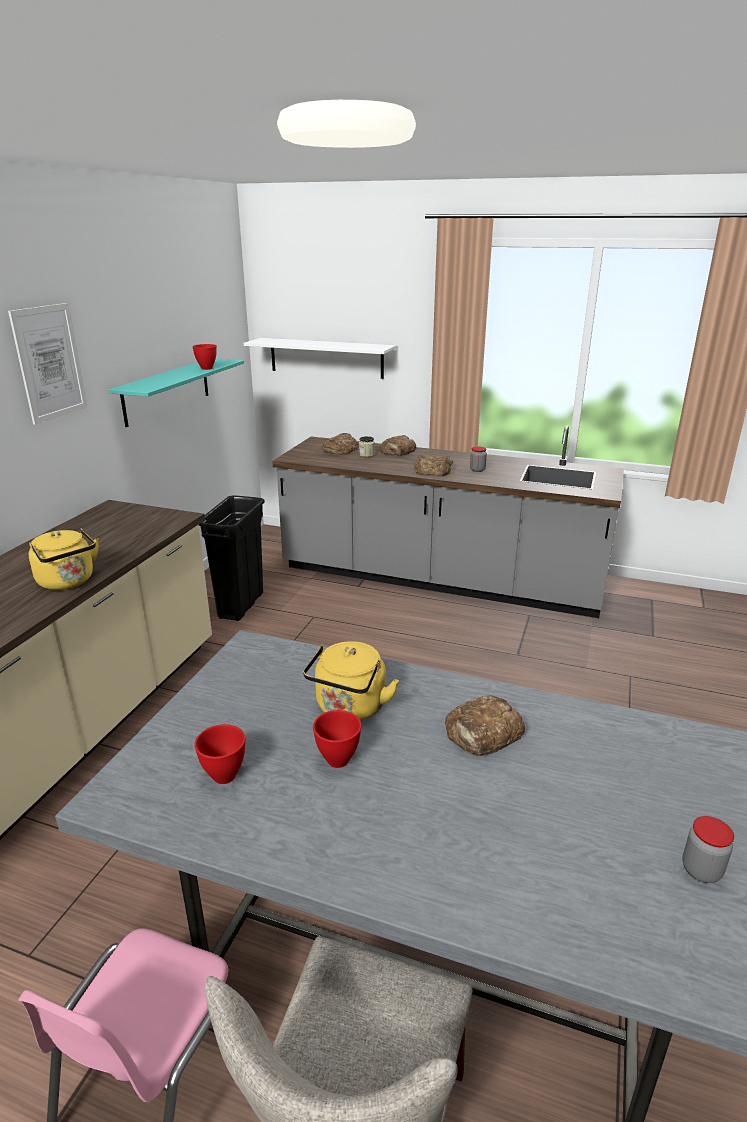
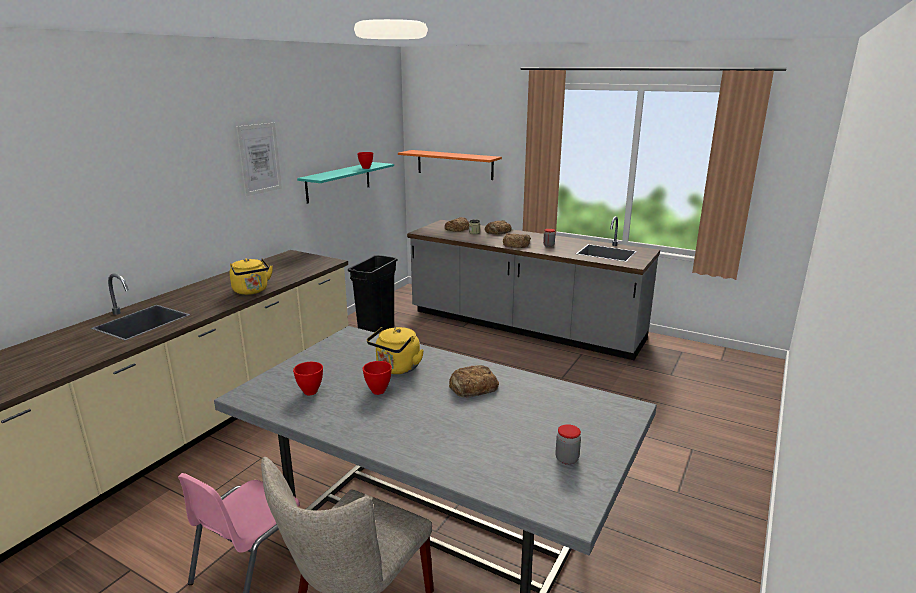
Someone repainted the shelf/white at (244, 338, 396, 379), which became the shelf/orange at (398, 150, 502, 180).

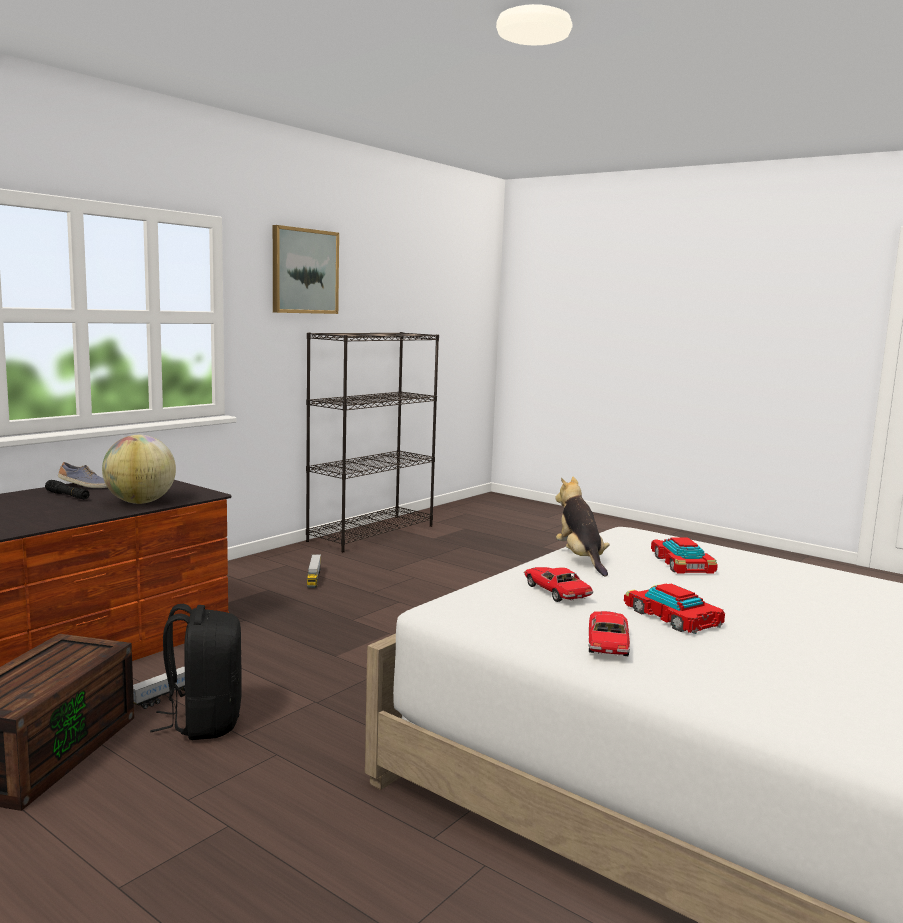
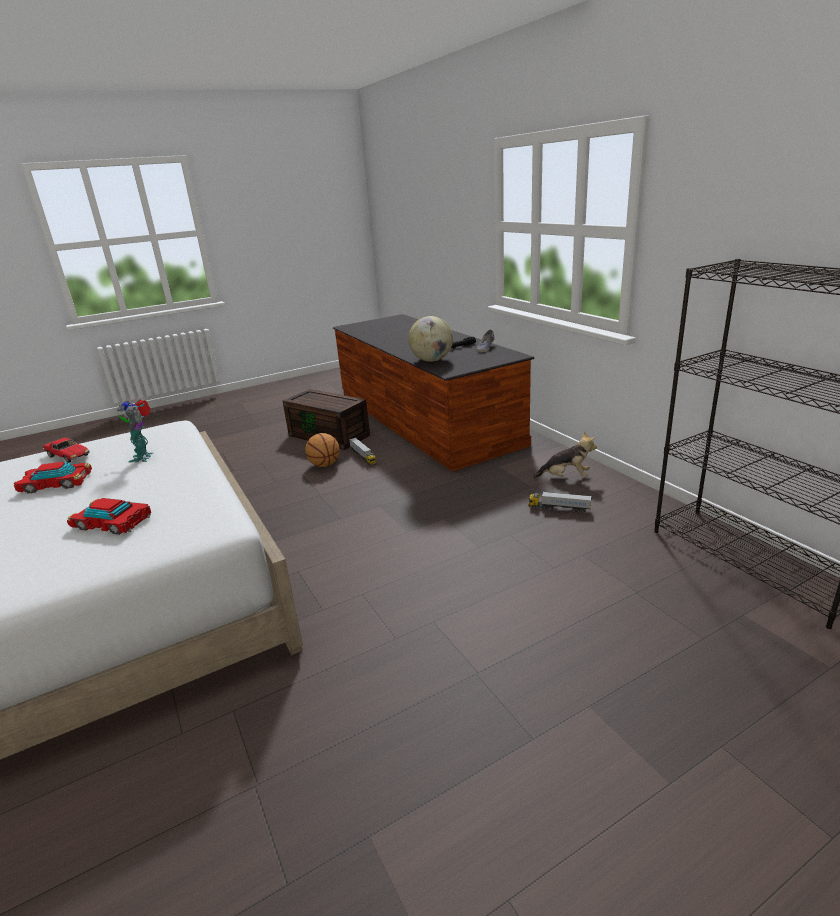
Someone swapped the toy car at (524, 567, 593, 602) for the robot figure at (117, 400, 153, 462). Someone swapped the rucksack/black at (150, 604, 242, 740) for the basketball ball at (305, 433, 340, 467). Someone carried the plush toy from (555, 476, 609, 577) to (533, 431, 597, 478). Someone took away the wall art at (273, 225, 339, 314).

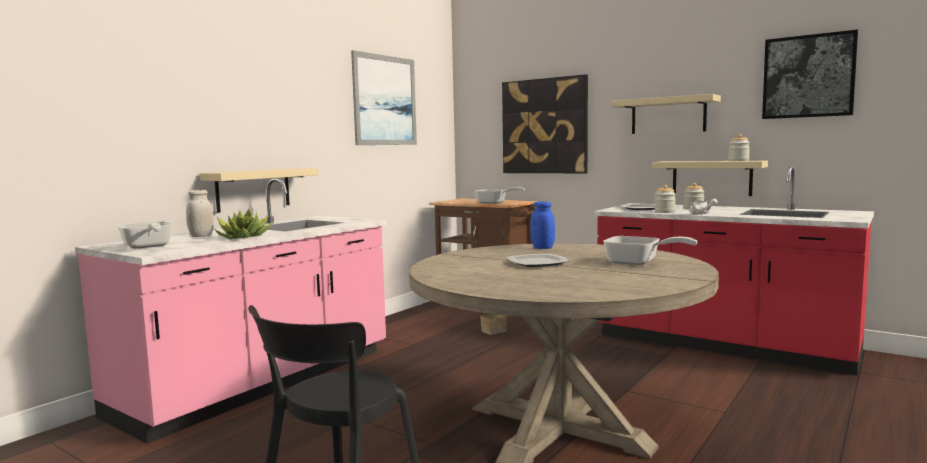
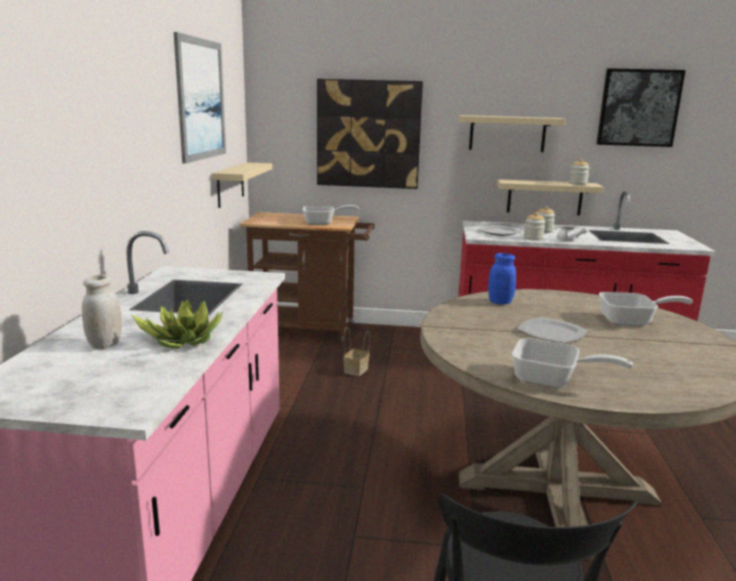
Someone carried the shelf/beige-coloured from (200, 169, 318, 213) to (212, 162, 272, 208). Someone carried the pan from (117, 221, 173, 249) to (512, 338, 633, 388).

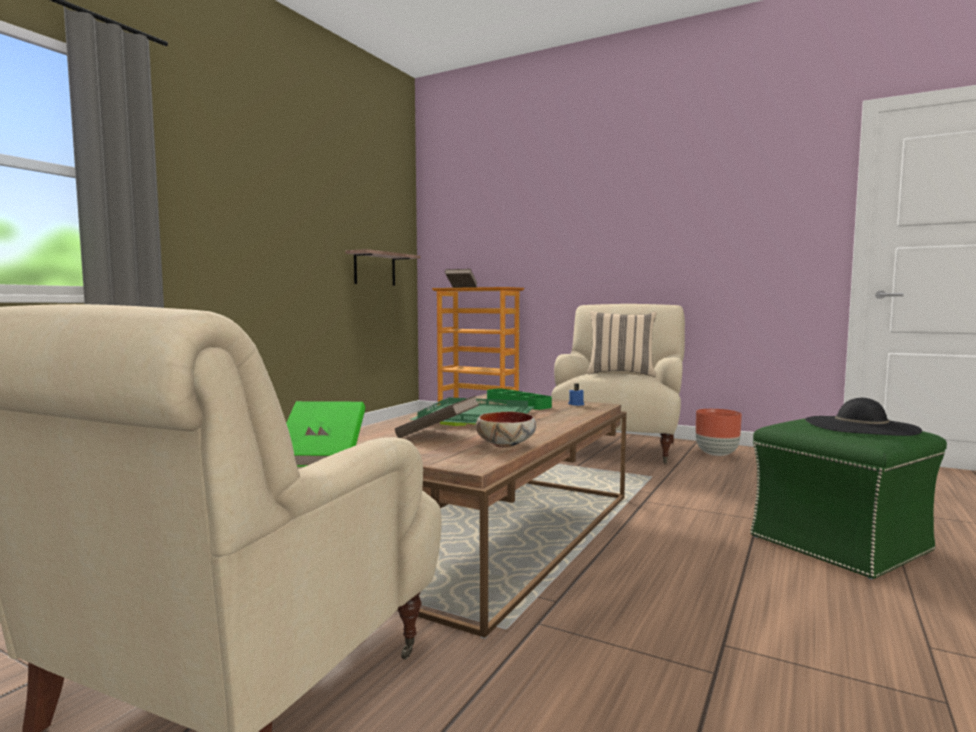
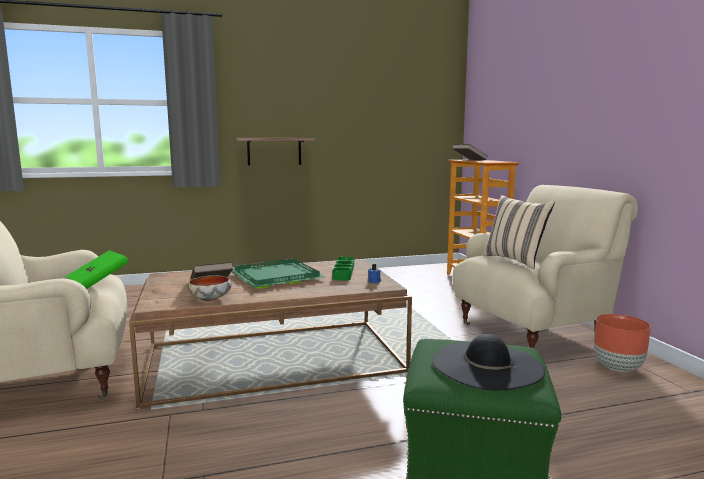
Someone carried the shelf from (345, 249, 420, 286) to (236, 138, 315, 166).

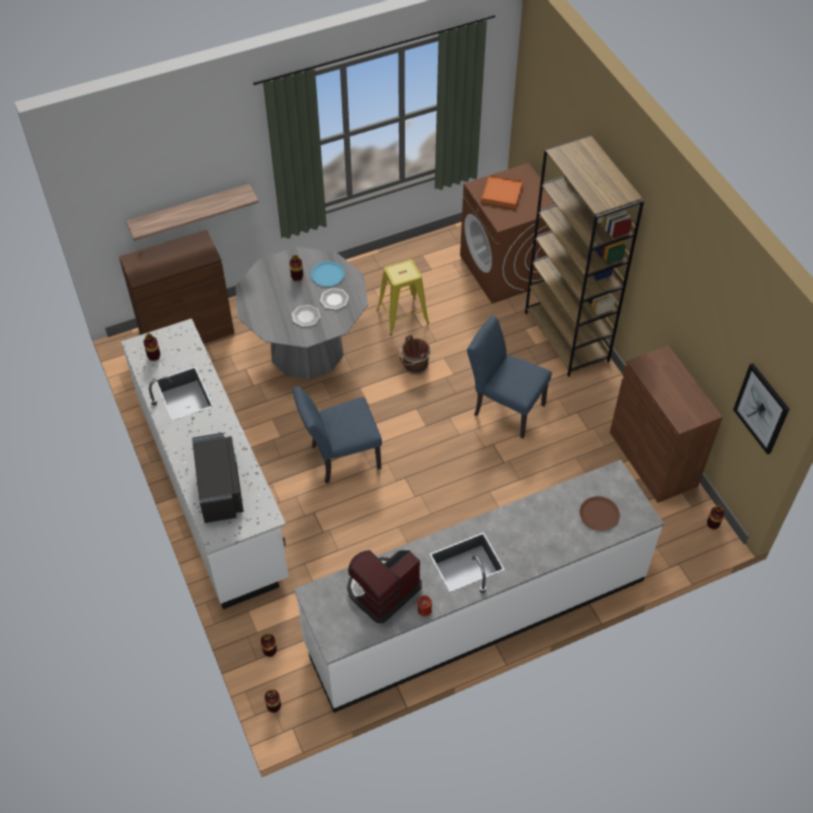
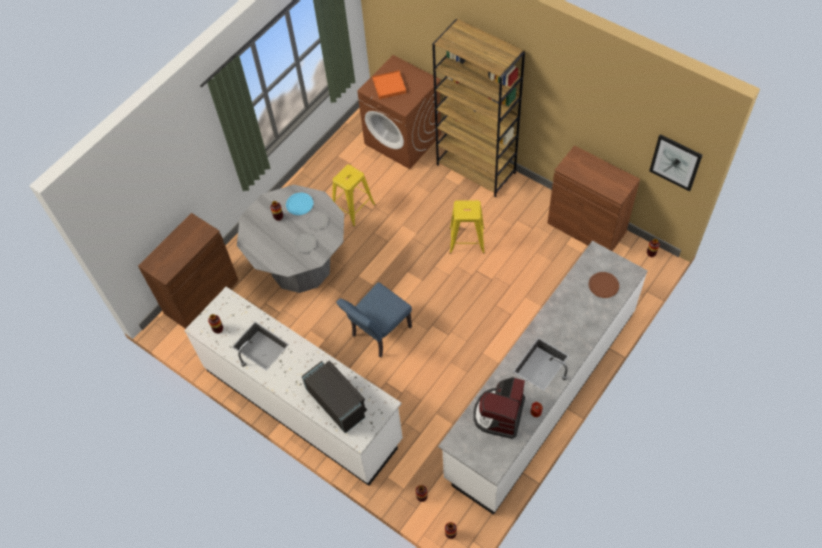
Someone swapped the chair/blue at (467, 316, 552, 439) for the stool seat/yellowish at (450, 200, 485, 254). Someone took away the shelf at (126, 184, 259, 241). Someone took away the bucket/brown-coloured at (399, 335, 431, 375).

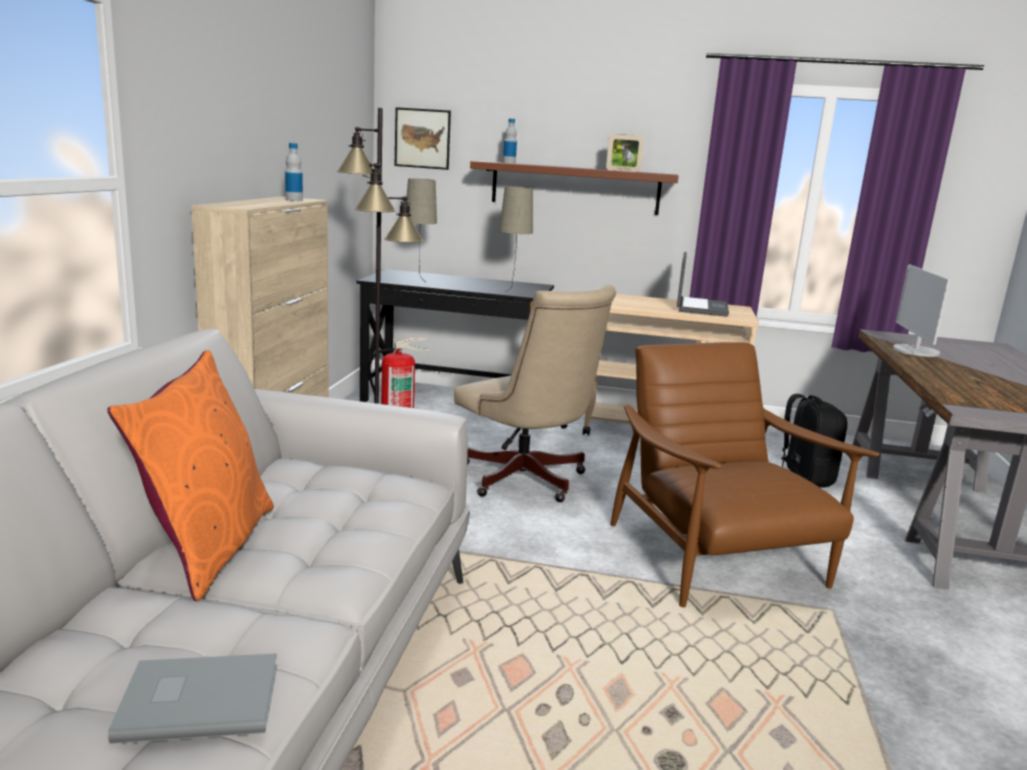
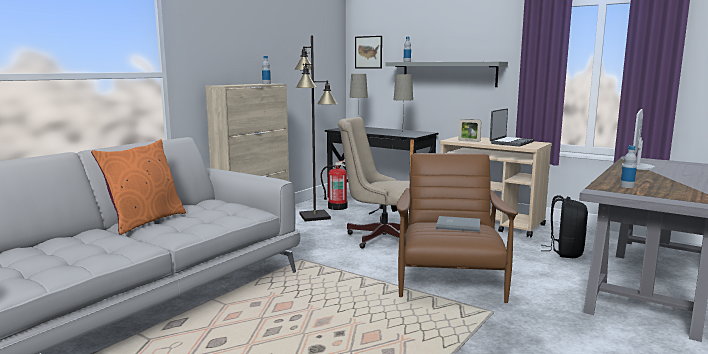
Someone rotated the office chair/beige-coloured at (454, 285, 616, 502) by 120 degrees clockwise. Someone repainted the shelf/brown-coloured at (470, 161, 679, 215), which became the shelf/grey at (385, 62, 508, 87). Someone carried the bound book/grey from (108, 653, 277, 744) to (436, 216, 480, 232). Someone carried the standing frame from (606, 134, 644, 172) to (458, 119, 481, 142). Someone put down the beverage bottle at (620, 145, 637, 188).

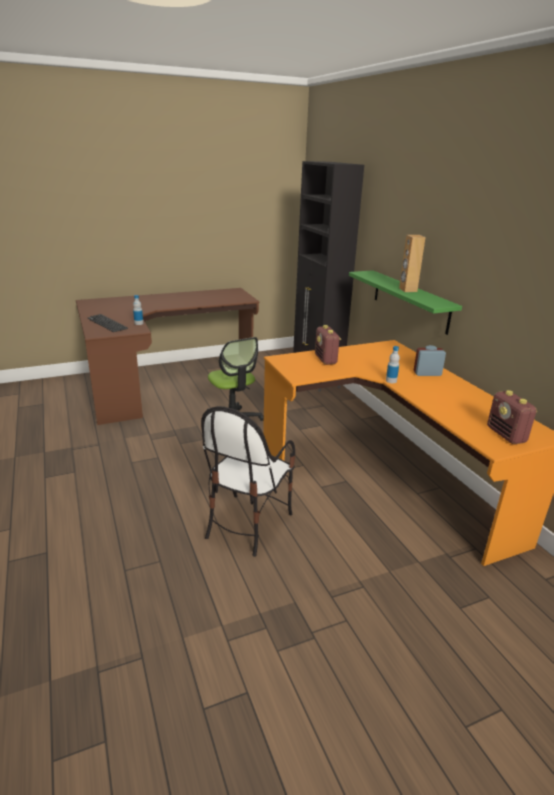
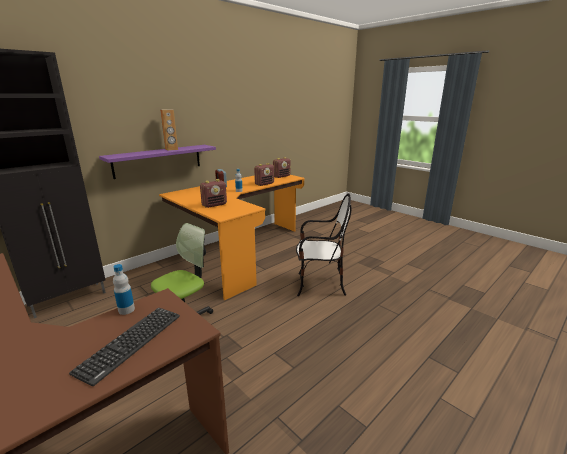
Someone repainted the shelf/greenish at (349, 270, 462, 335), which became the shelf/purple at (99, 145, 216, 179). Someone put down the radio receiver at (254, 163, 274, 186).

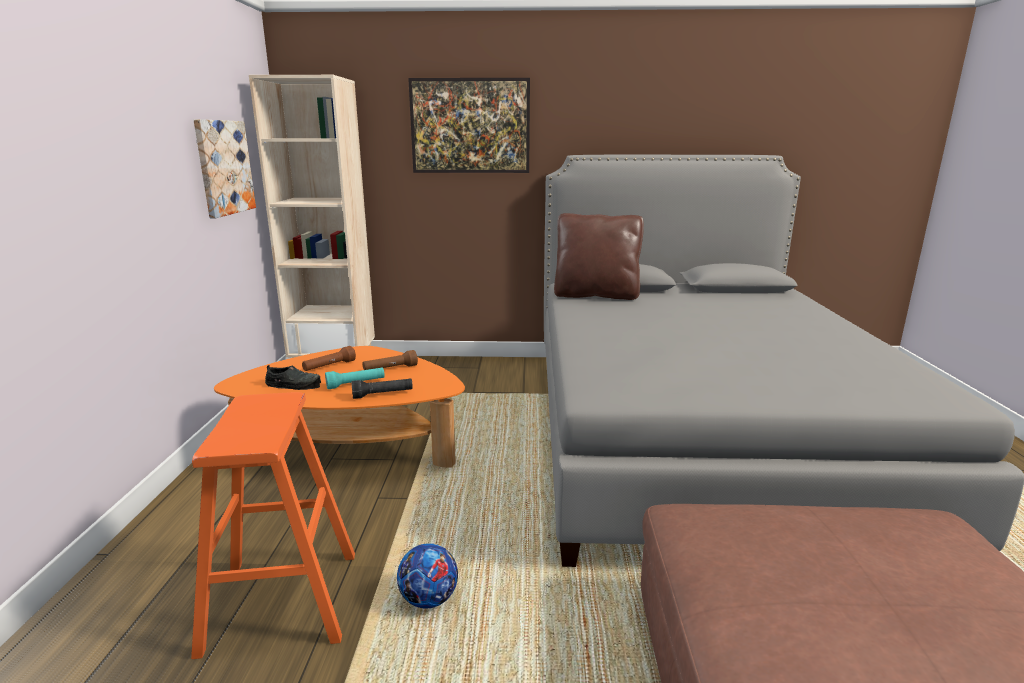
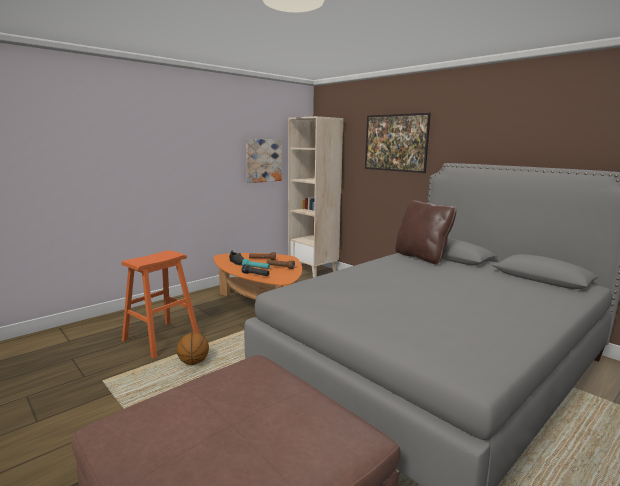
Someone swapped the football ball at (397, 543, 458, 608) for the basketball ball at (177, 333, 209, 365).

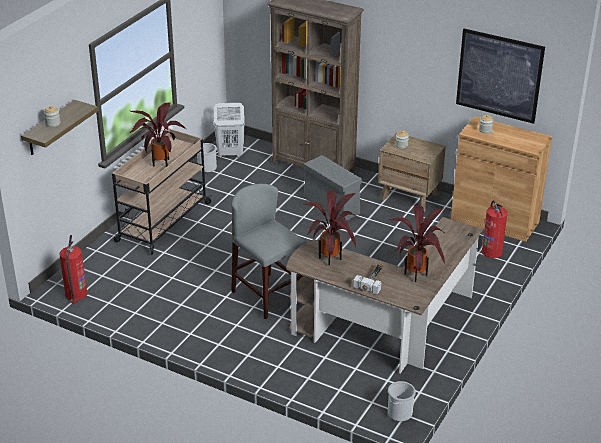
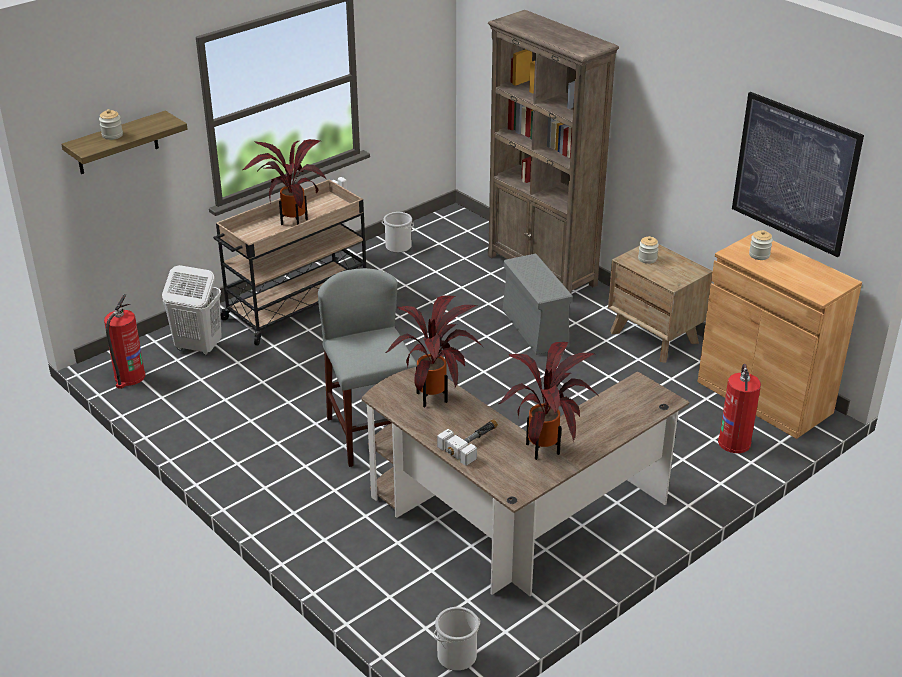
Someone carried the hamper/white from (214, 103, 245, 158) to (162, 265, 222, 355).

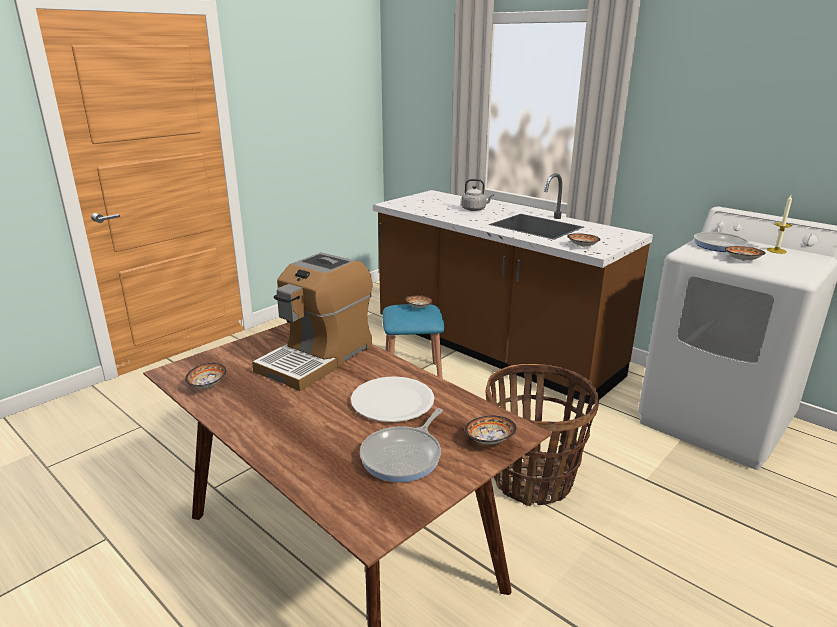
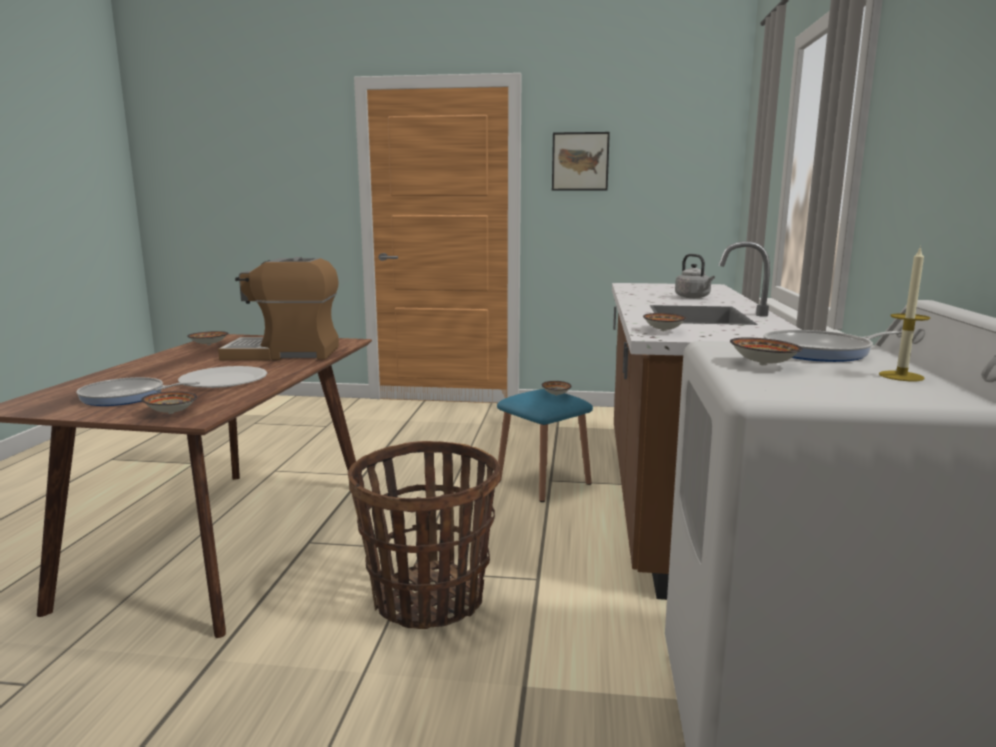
Someone put up the wall art at (552, 132, 610, 191).

